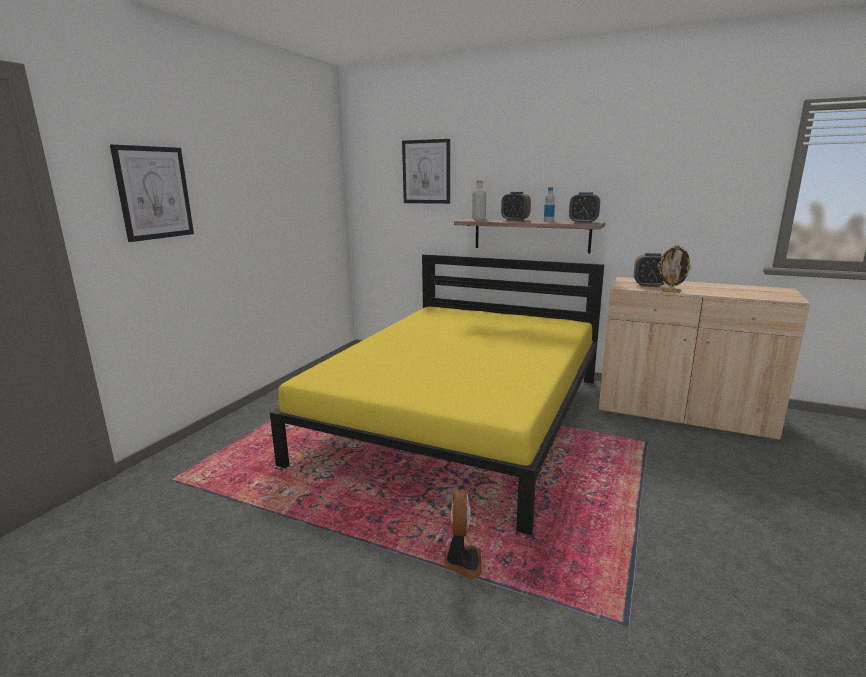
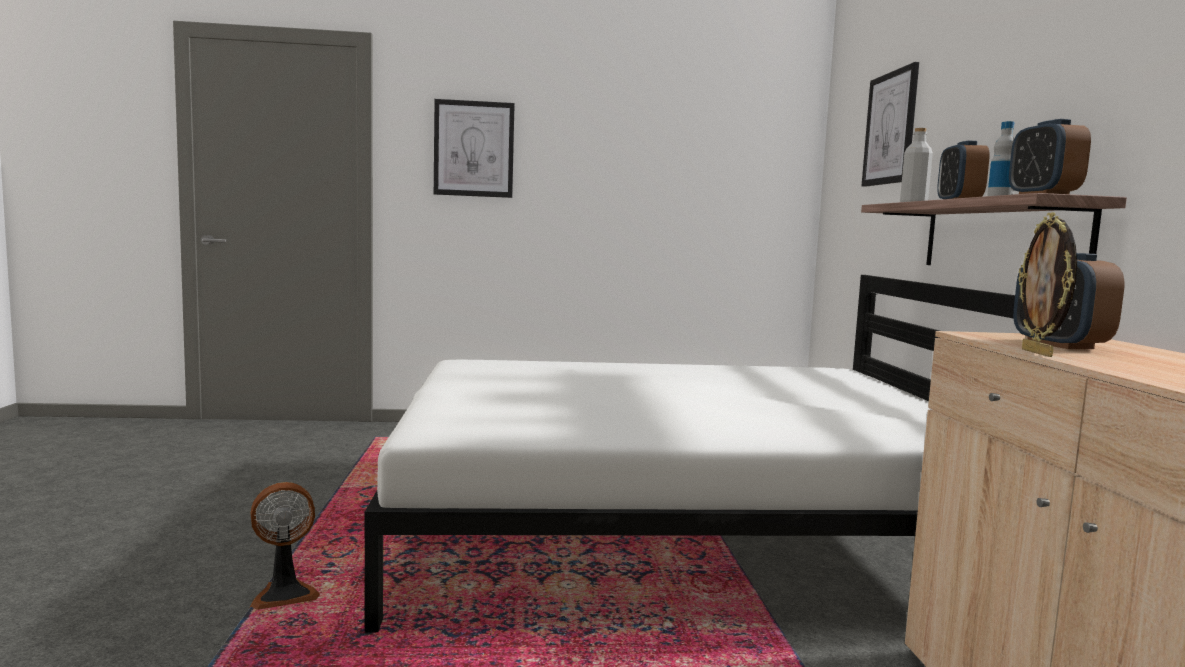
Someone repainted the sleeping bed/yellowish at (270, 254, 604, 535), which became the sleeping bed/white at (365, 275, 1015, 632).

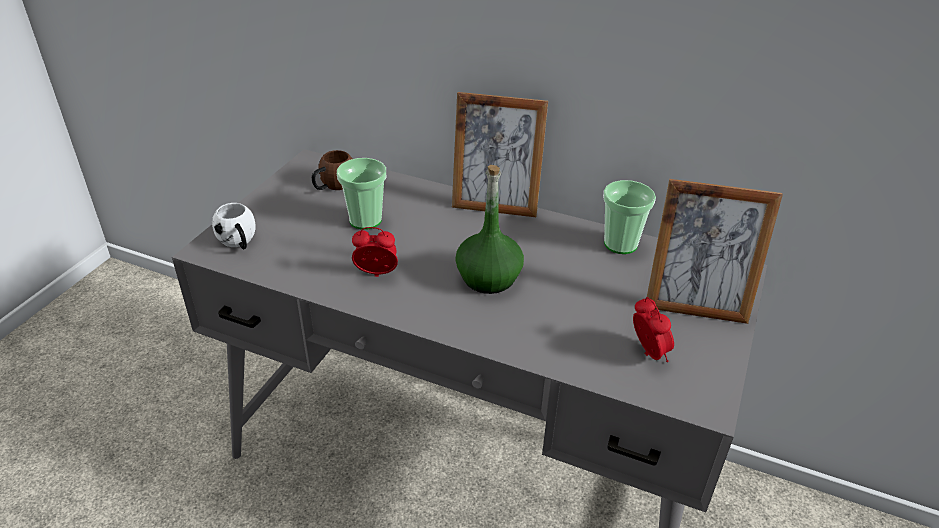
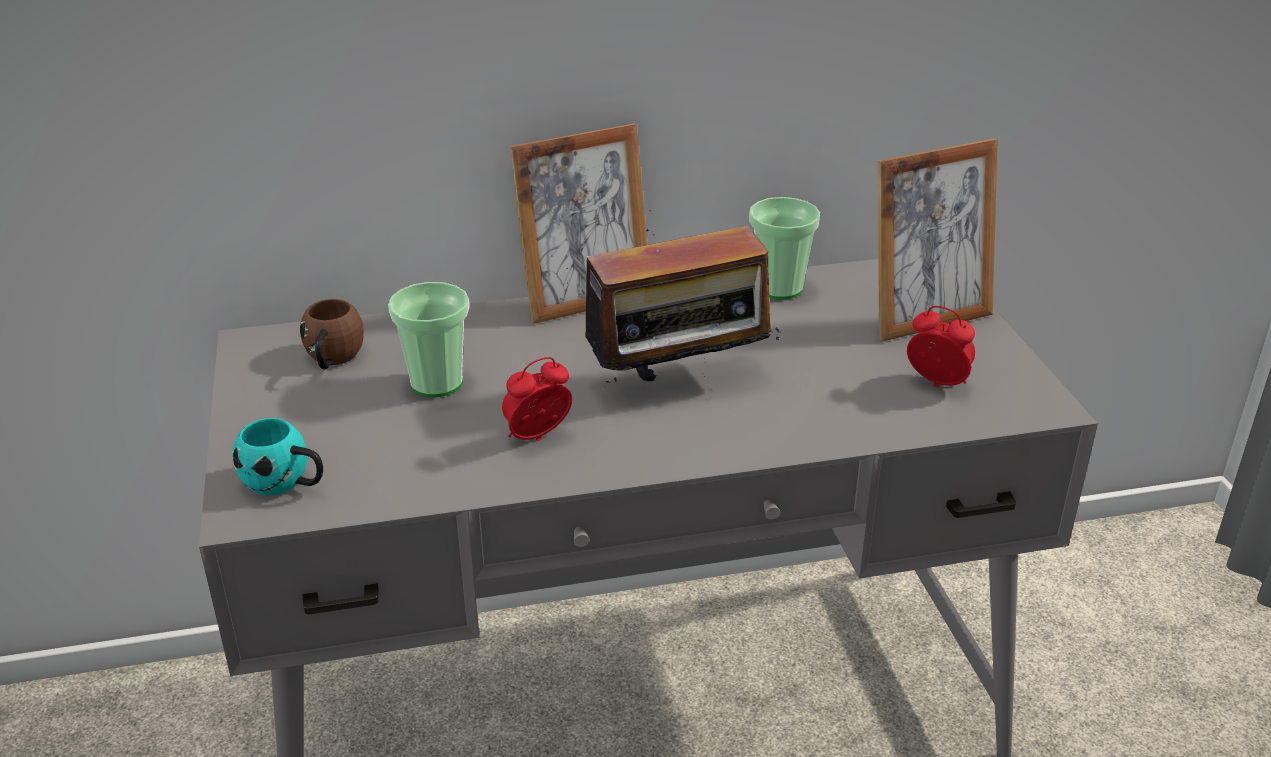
Someone repainted the tea mug/white at (212, 203, 256, 249), which became the tea mug/turquoise-coloured at (232, 418, 323, 495). Someone swapped the beverage bottle/greenish at (455, 165, 524, 294) for the radio receiver at (567, 211, 781, 383).

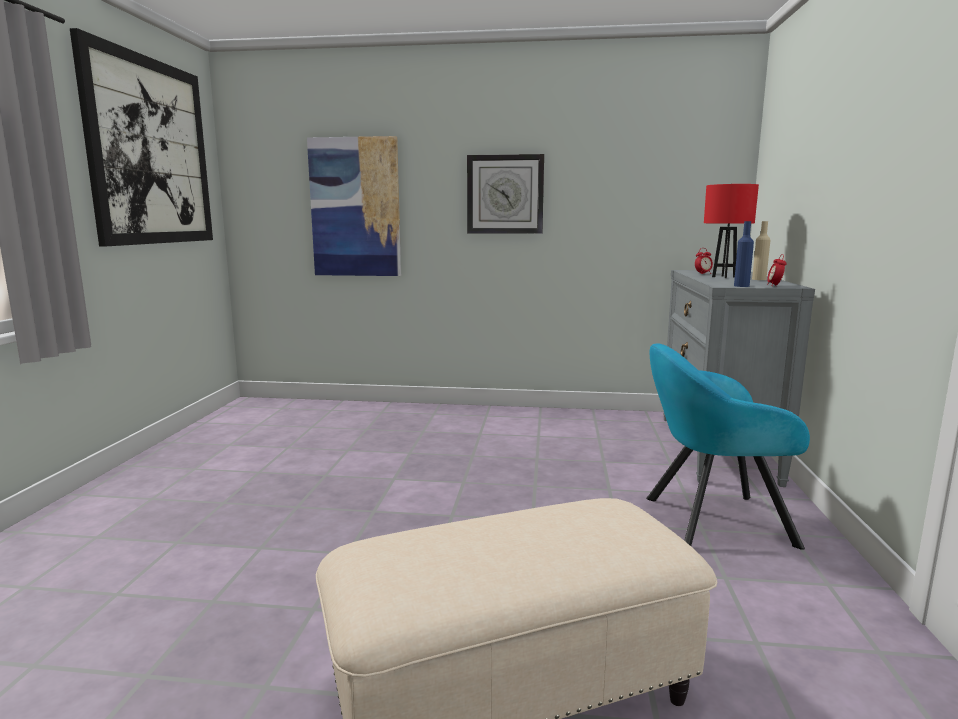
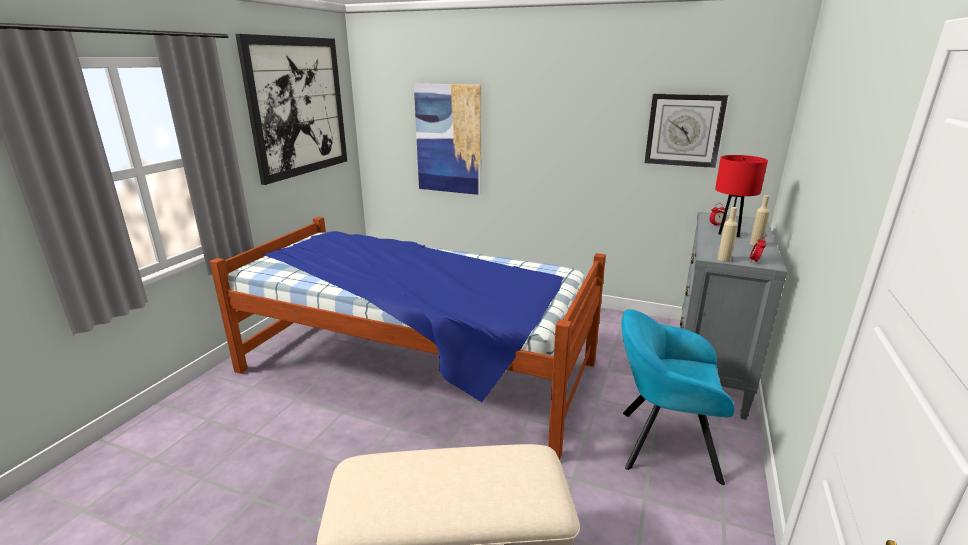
Someone put down the sleeping bed at (210, 217, 606, 460). Someone carried the wall clock from (467, 154, 544, 234) to (645, 94, 728, 168). Someone repainted the beverage bottle/blue at (734, 221, 754, 287), which became the beverage bottle/beige-coloured at (718, 207, 738, 262).

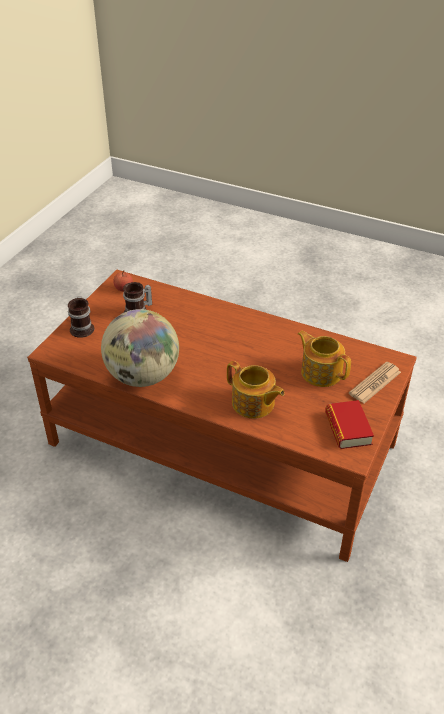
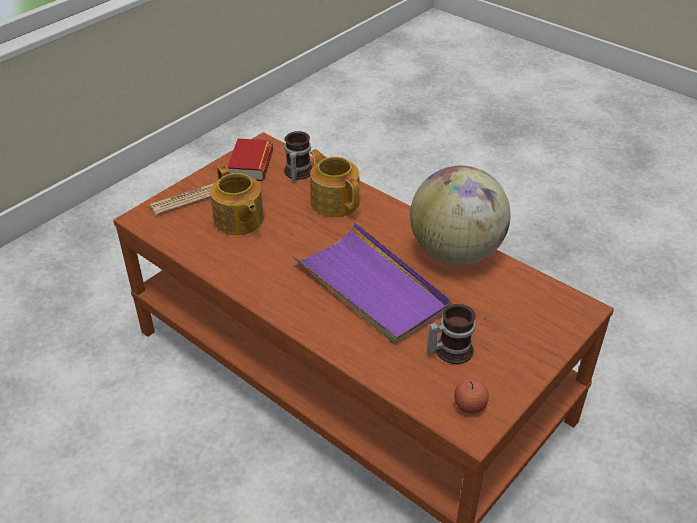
Someone carried the tea mug from (68, 296, 94, 338) to (284, 131, 313, 181). Someone put down the tray/purple at (293, 222, 452, 344).

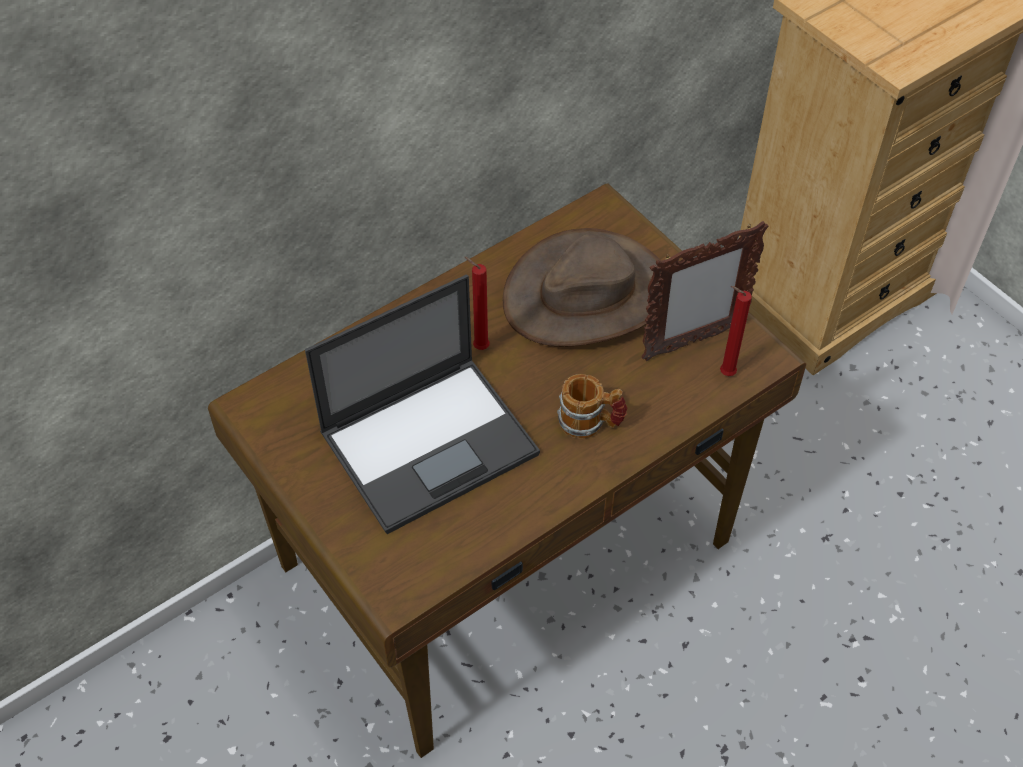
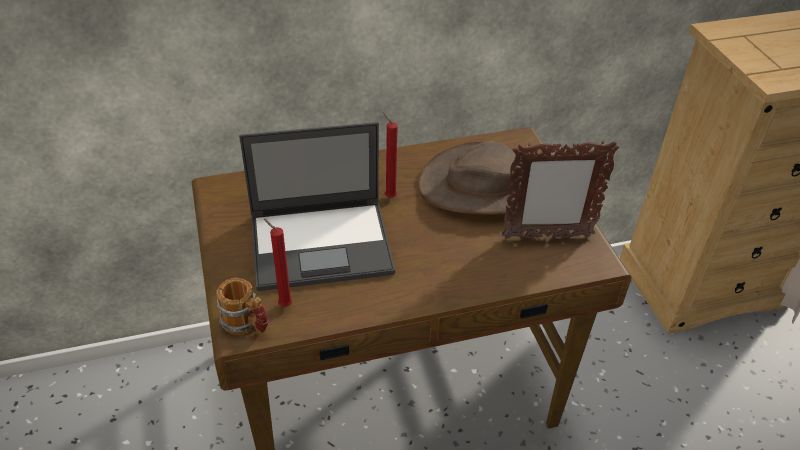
Someone carried the tea mug from (557, 374, 627, 439) to (216, 278, 269, 335). Someone carried the candle/reddish from (720, 286, 752, 376) to (264, 219, 292, 307).

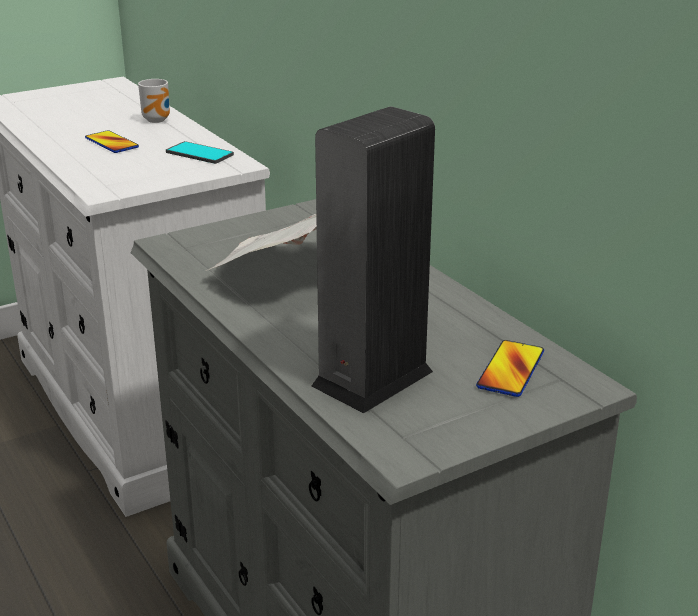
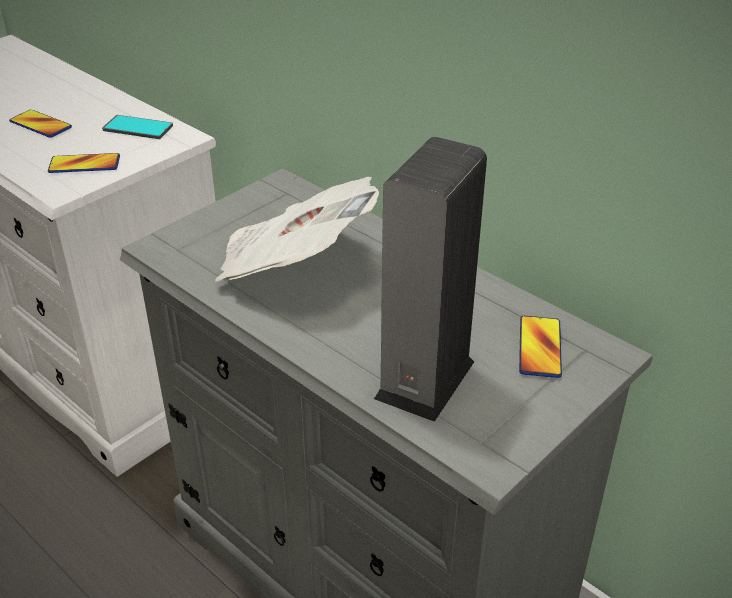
Someone put down the phone at (48, 153, 120, 173). Someone took away the tea mug at (138, 79, 170, 123).

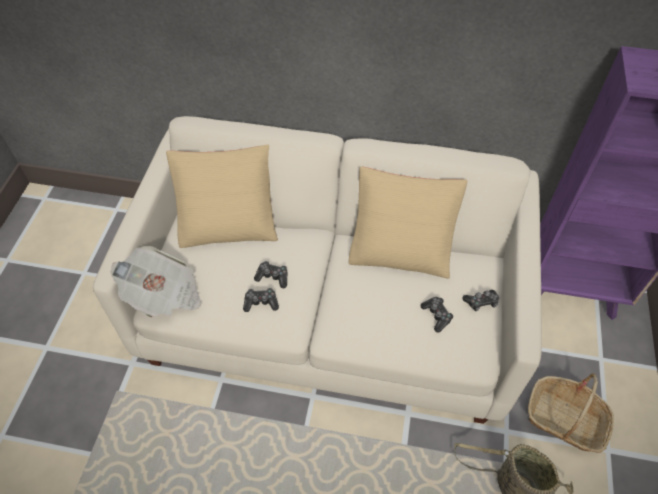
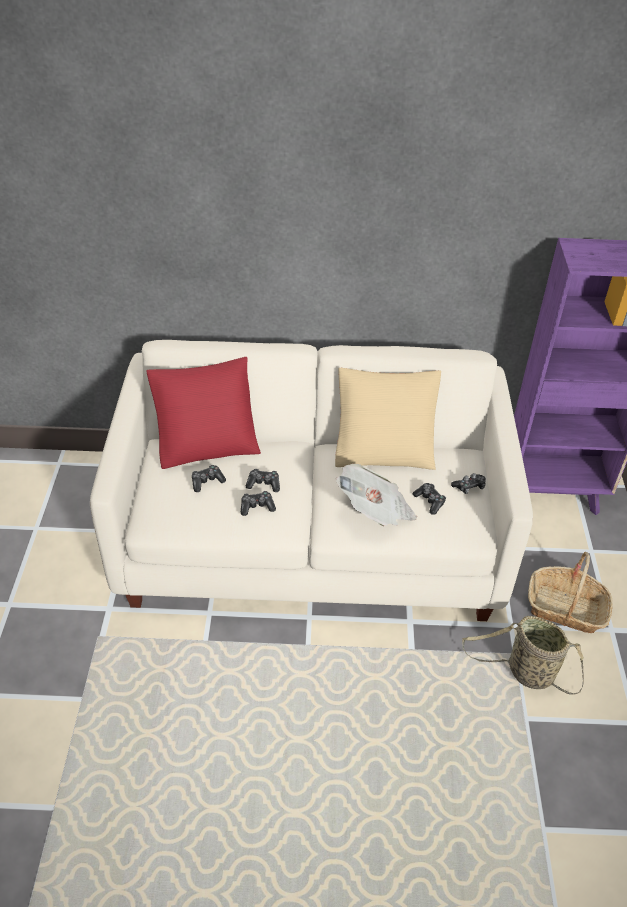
Someone repainted the cushion/beige-coloured at (166, 145, 278, 248), which became the cushion/reddish at (146, 357, 261, 469). Someone put down the game controller at (192, 465, 226, 492). Someone carried the newspaper from (111, 246, 201, 317) to (336, 464, 417, 526).

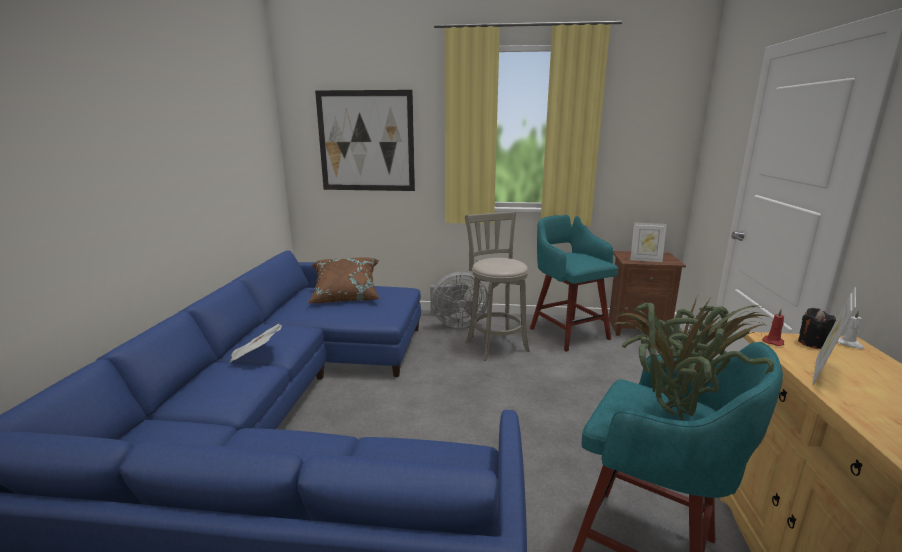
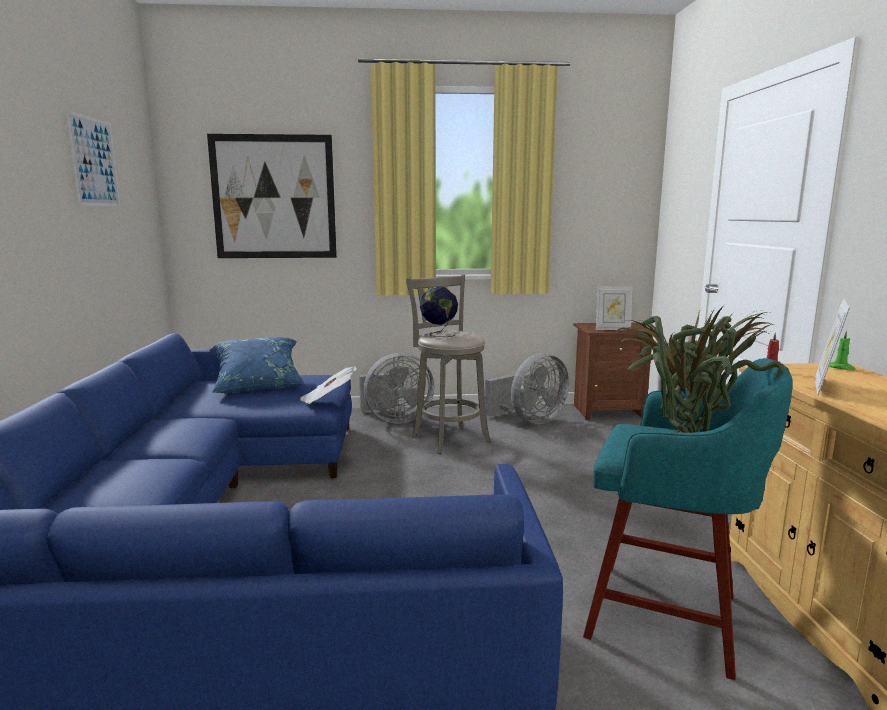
Someone put up the wall art at (66, 110, 120, 206). Someone repainted the cushion/brown-coloured at (308, 257, 380, 303), which became the cushion/blue at (209, 337, 305, 393). Someone carried the newspaper from (229, 324, 282, 363) to (300, 367, 357, 404). Someone put down the globe at (420, 286, 458, 337). Someone swapped the stool seat/turquoise-coloured at (530, 215, 618, 352) for the cooling fan/grey at (485, 353, 569, 424). Someone repainted the candle/white at (837, 310, 864, 349), which became the candle/greenish at (829, 331, 856, 370). Someone took away the candle/black at (798, 308, 836, 349).

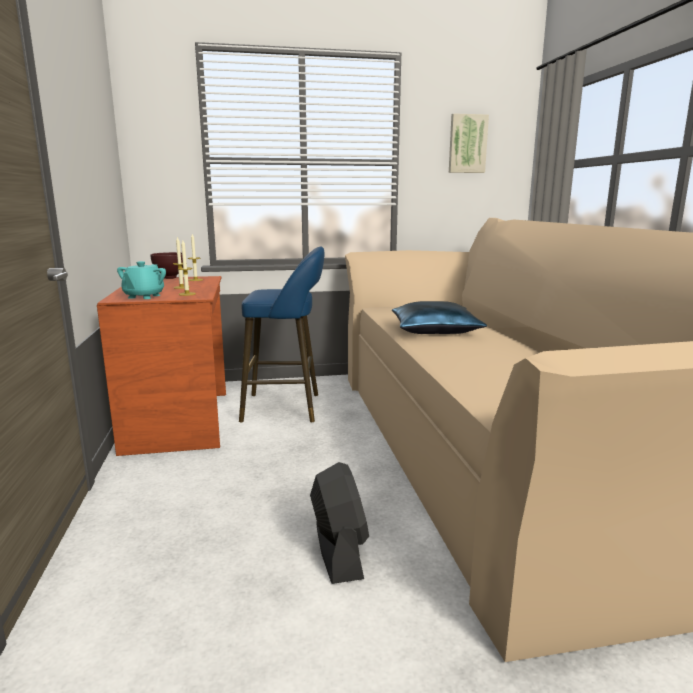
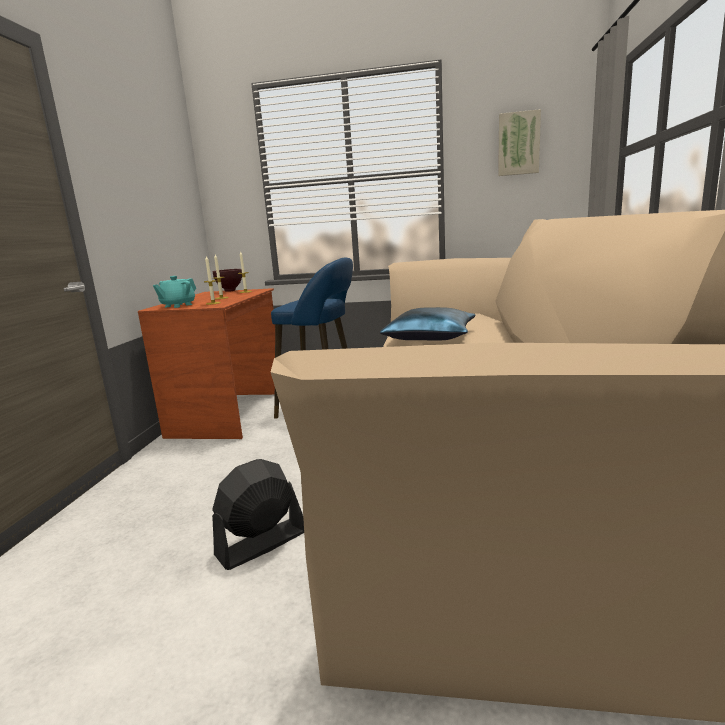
Someone rotated the cooling fan/black at (310, 462, 369, 584) by 135 degrees counterclockwise.

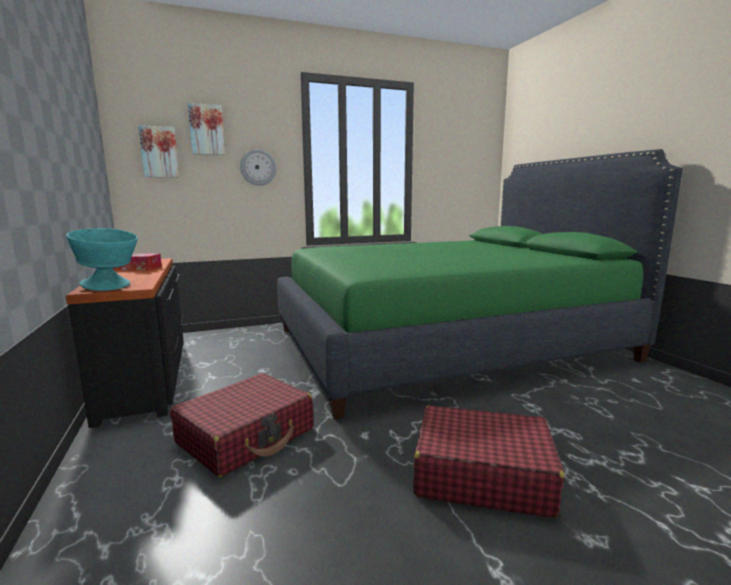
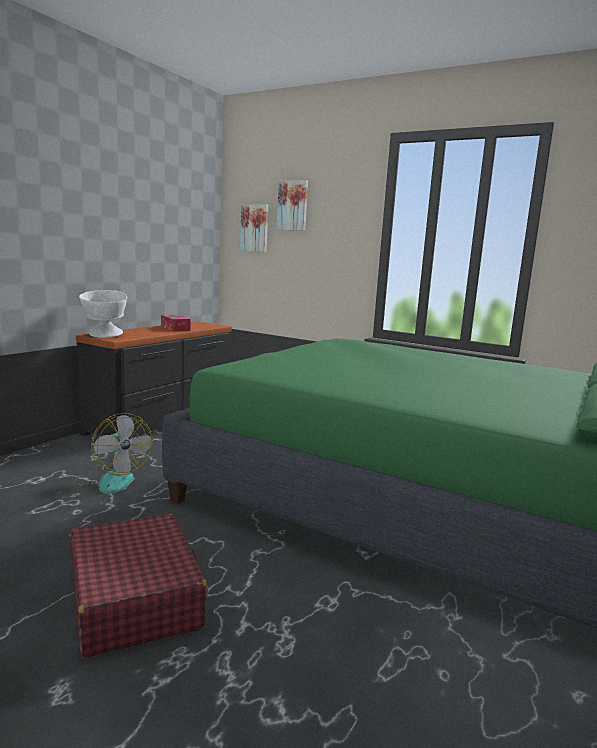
Someone swapped the suitcase/reddish at (170, 373, 313, 477) for the cooling fan at (72, 413, 153, 494). Someone repainted the serving bowl/turquoise-coloured at (66, 228, 138, 291), which became the serving bowl/white at (79, 290, 127, 338). Someone took away the wall clock at (240, 149, 276, 186).

